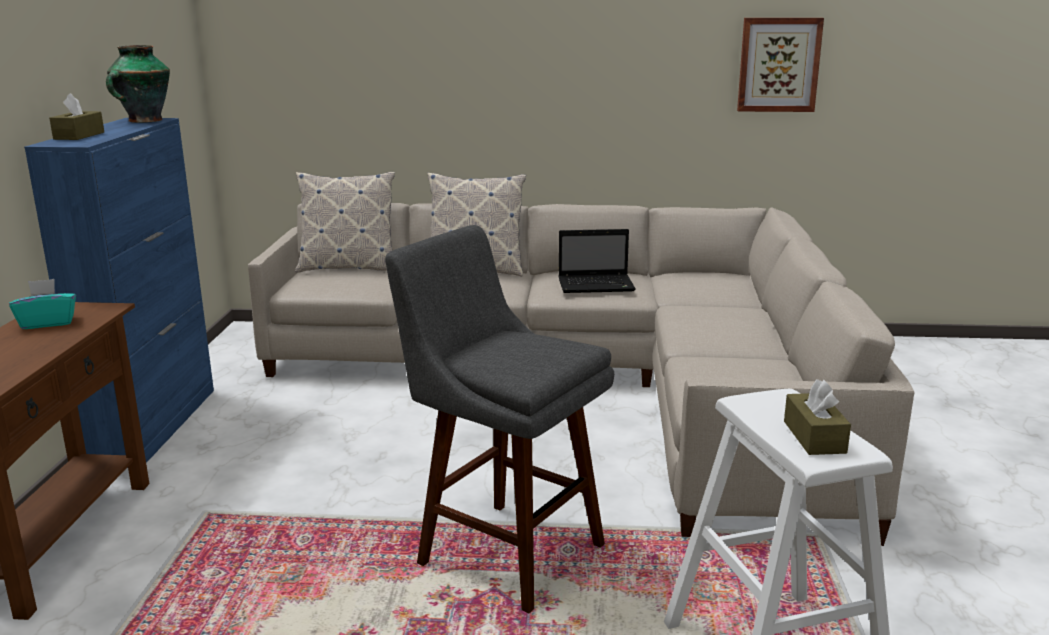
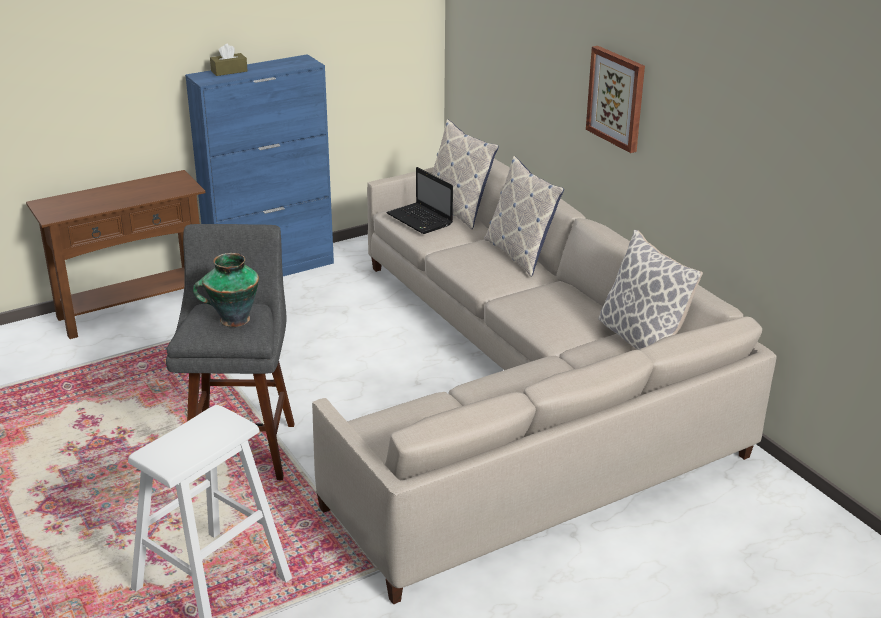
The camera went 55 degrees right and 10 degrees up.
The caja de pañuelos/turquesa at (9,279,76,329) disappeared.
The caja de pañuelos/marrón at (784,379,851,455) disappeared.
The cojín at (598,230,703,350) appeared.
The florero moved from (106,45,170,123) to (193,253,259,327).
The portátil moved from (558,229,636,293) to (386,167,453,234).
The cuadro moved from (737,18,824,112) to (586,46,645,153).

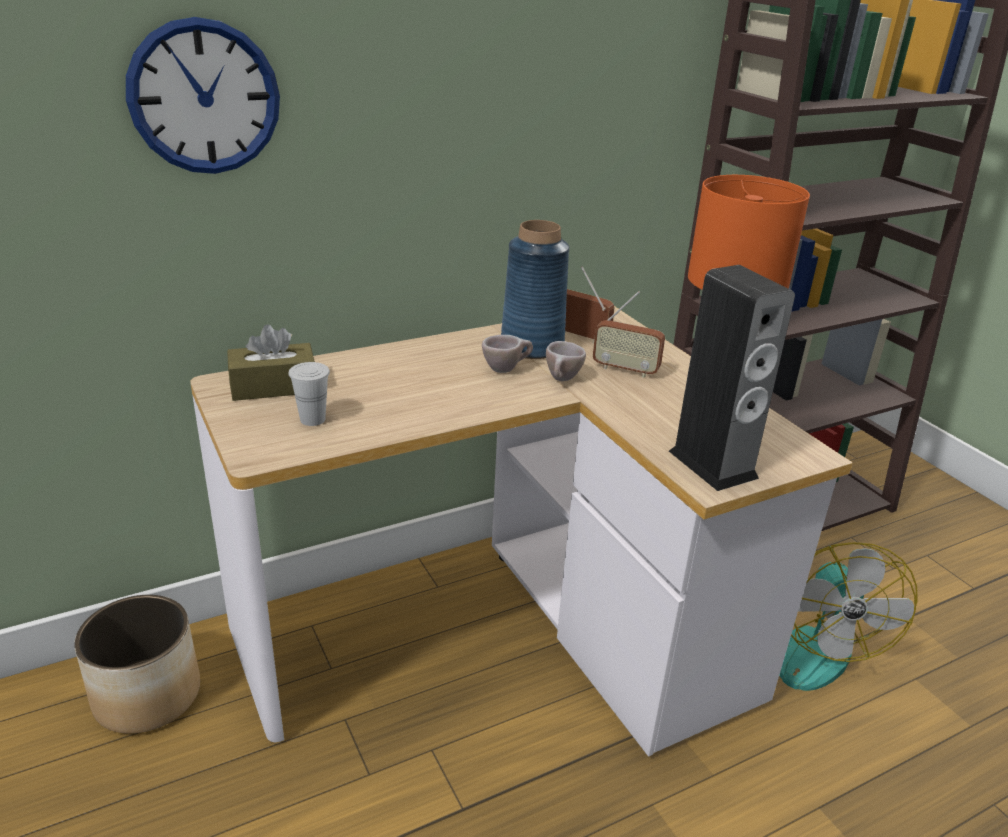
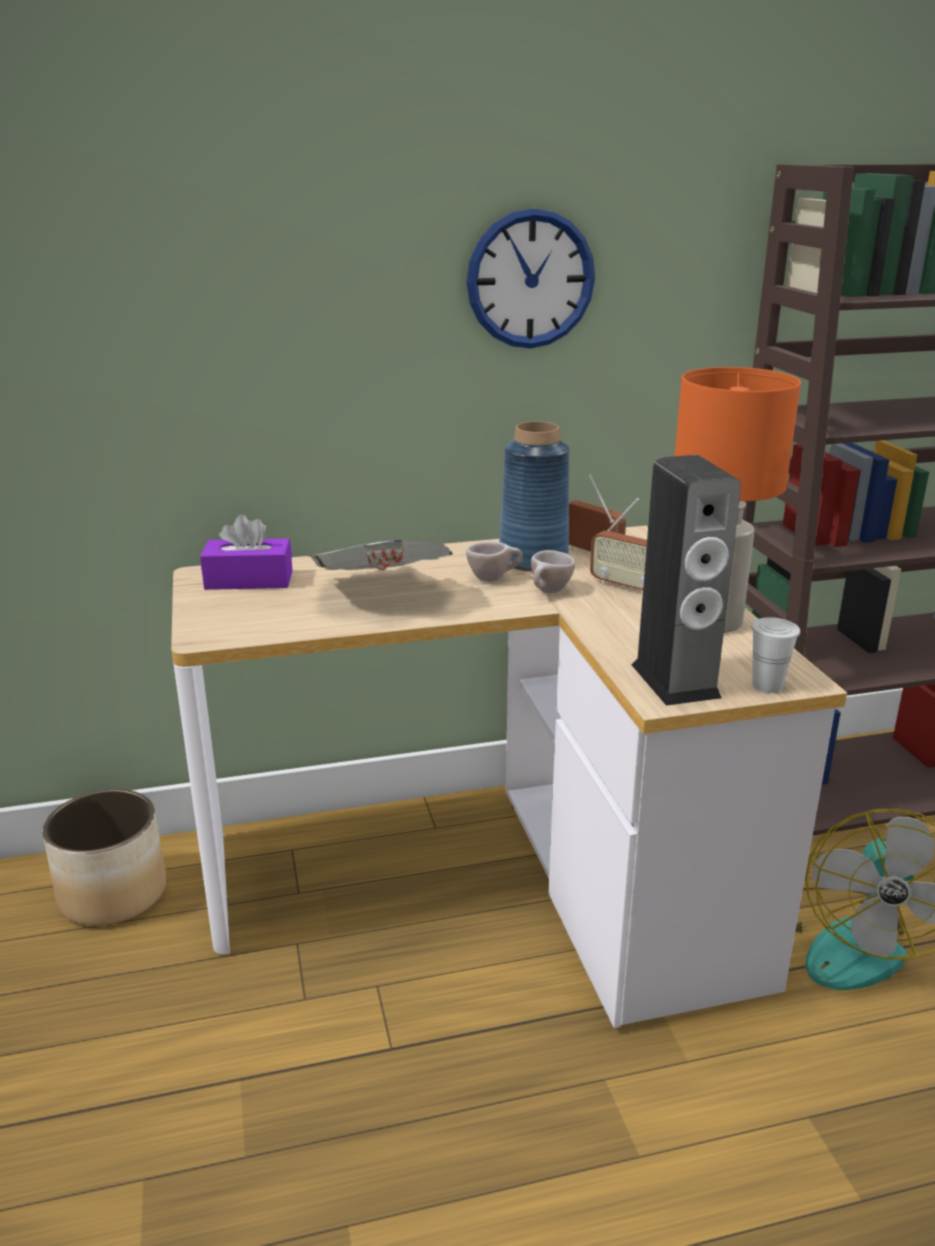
The camera went 15 degrees right and 5 degrees down.
The periódico at (309,539,453,571) appeared.
The reloj de pared moved from (126,17,280,174) to (466,208,595,349).
The taza/blanco moved from (288,362,330,426) to (751,617,800,693).
The caja de pañuelos/marrón at (227,324,315,401) became the caja de pañuelos/morado at (200,514,292,590).

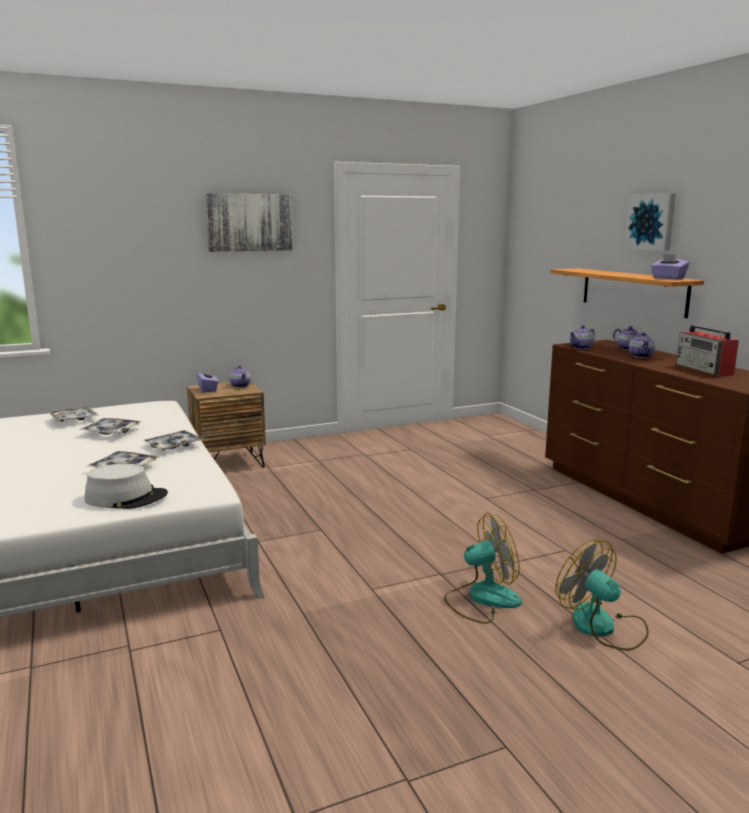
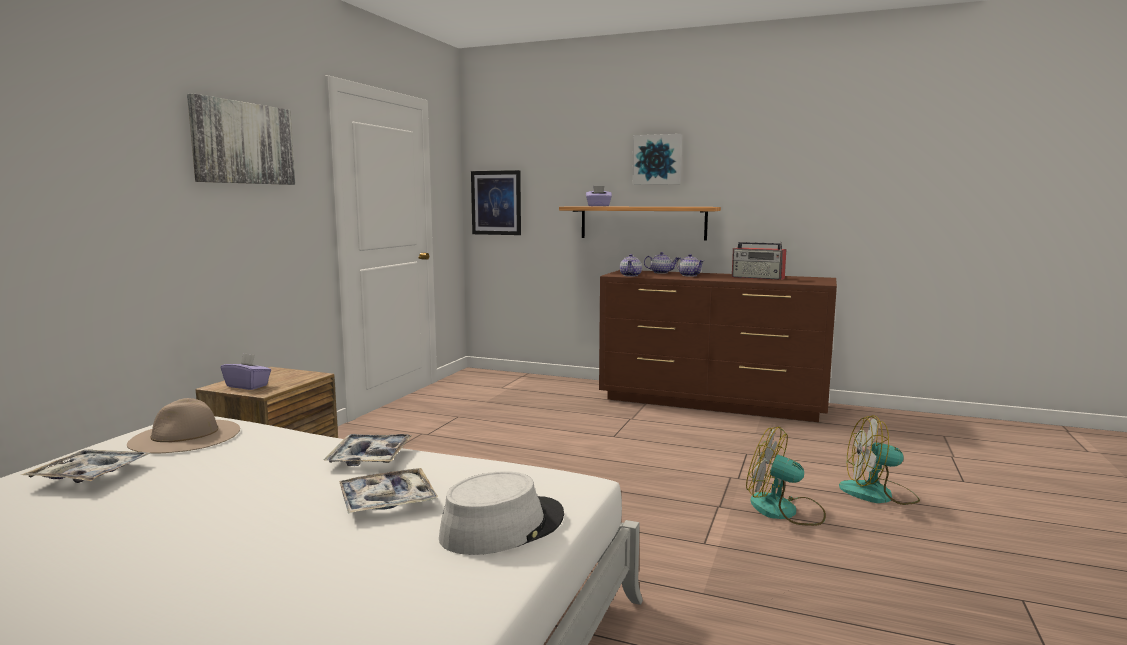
The camera went 45 degrees left and 5 degrees down.
The bandeja at (79,418,142,435) disappeared.
The tetera at (229,365,251,388) disappeared.
The sombrero/beis at (127,398,240,454) appeared.
The cuadro at (471,170,521,235) appeared.
The caja de pañuelos/morado moved from (651,254,689,279) to (586,186,612,206).
The ventilador at (444,513,522,624) turned 90 degrees counterclockwise.

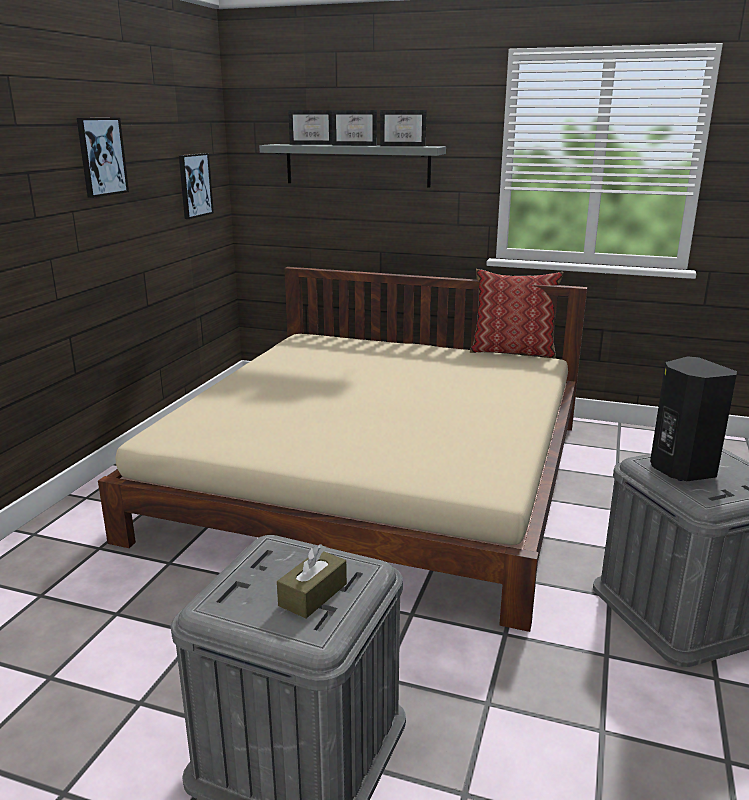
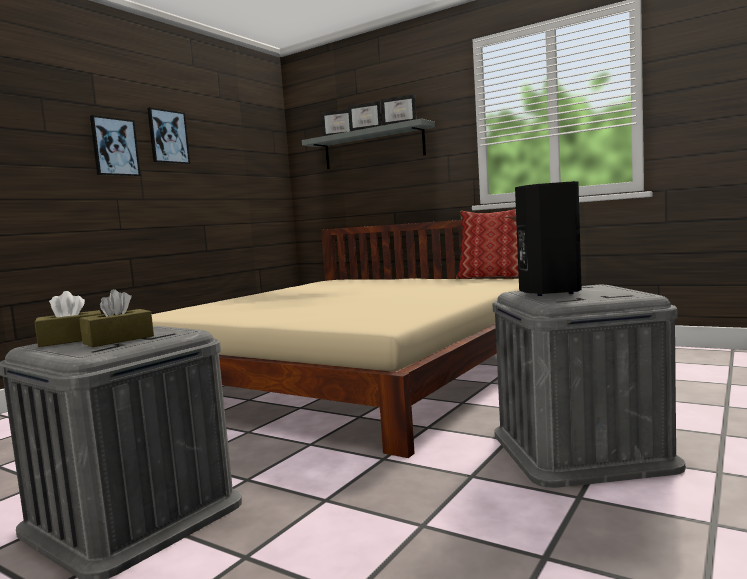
The camera went 15 degrees right and 15 degrees down.
The caja de pañuelos/marrón at (35,291,101,347) appeared.
The cuadro moved from (179,153,214,219) to (90,115,141,177).

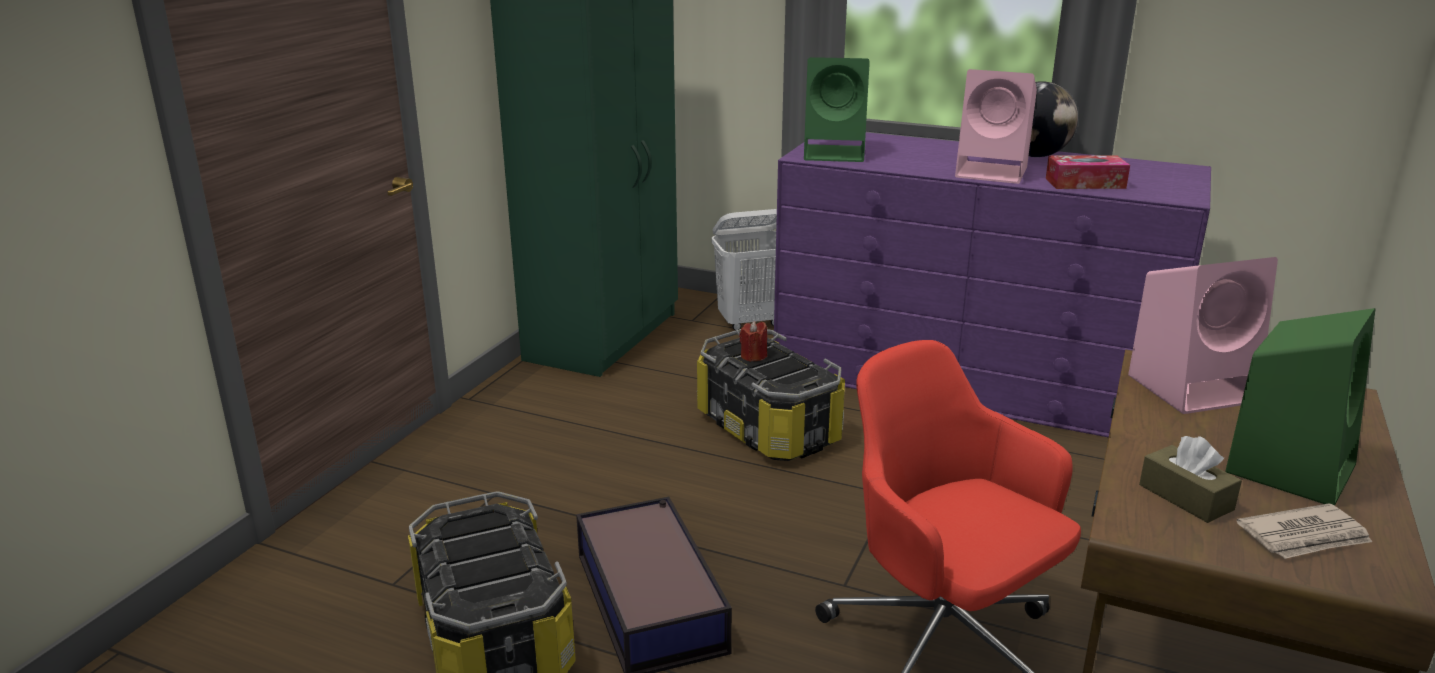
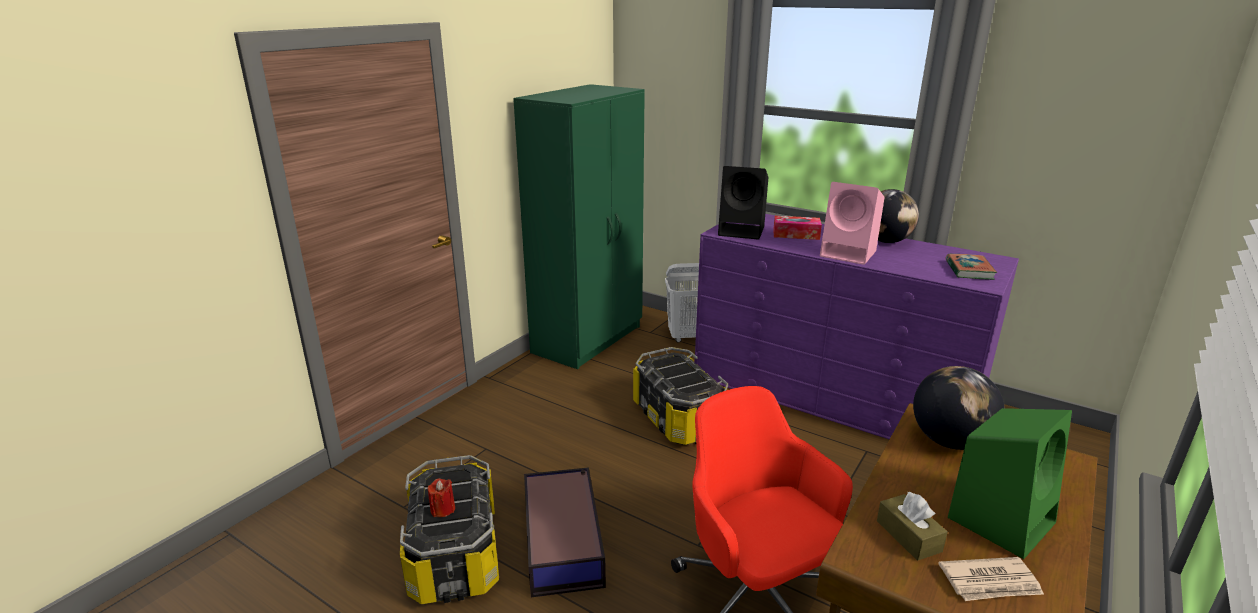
The camera went 10 degrees right and 0 degrees up.
The libro at (945,254,997,280) appeared.
The vela/rojo moved from (739,321,767,362) to (428,478,455,517).
The caja de pañuelos moved from (1046,155,1130,189) to (773,216,822,240).
The altavoz/rosa at (1128,257,1278,414) was replaced by the globo terráqueo at (913,366,1005,450).
The altavoz/verde at (804,57,870,162) became the altavoz/negro at (718,166,768,240).

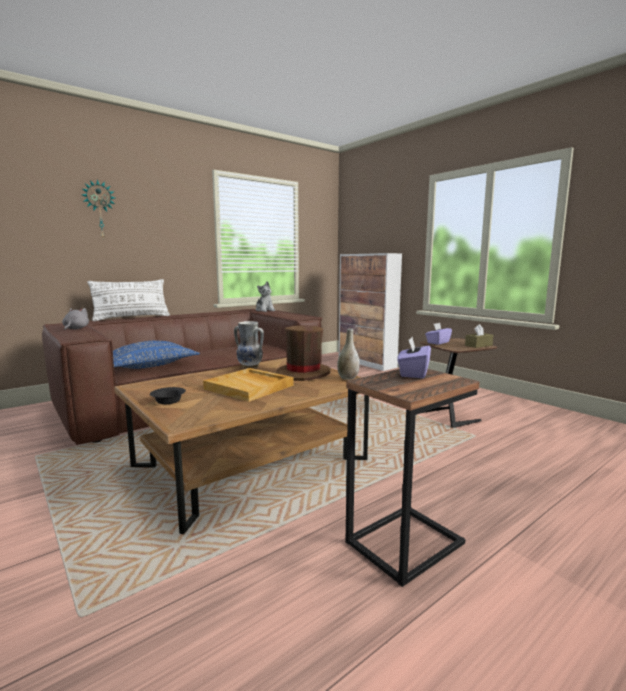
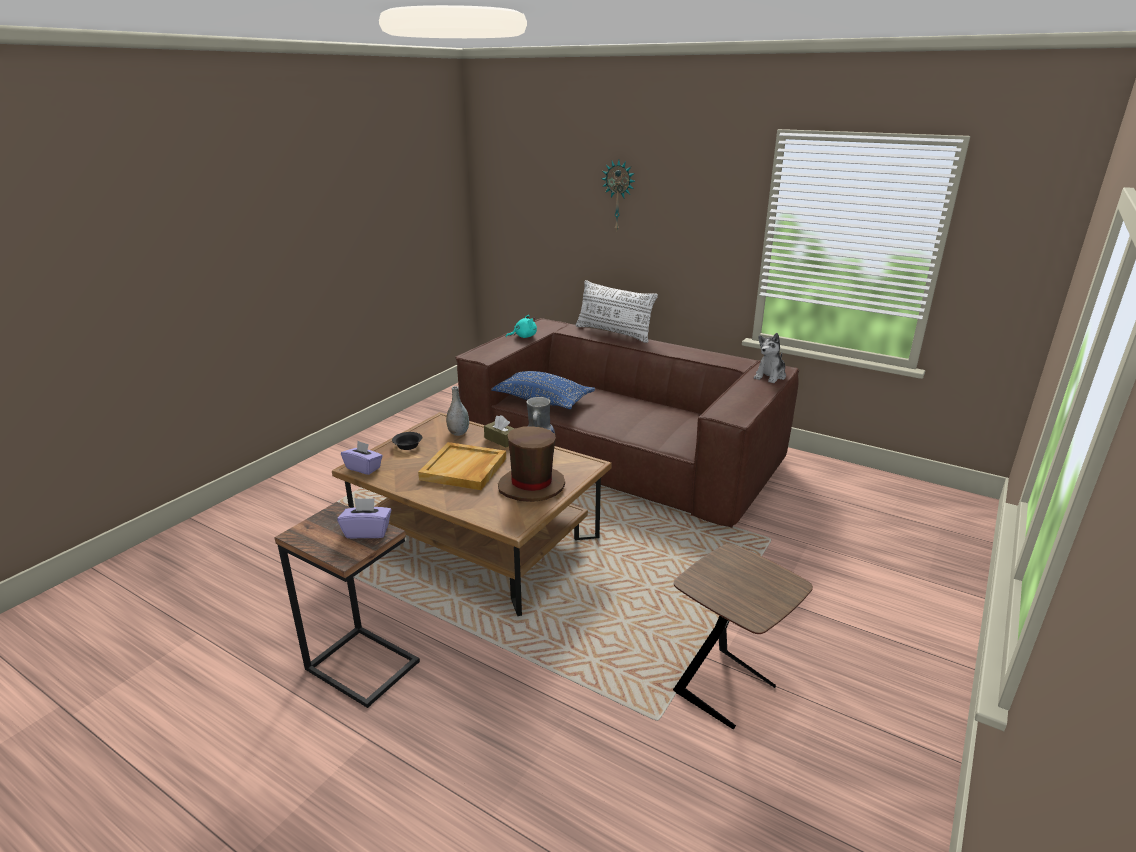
The camera went 70 degrees right and 15 degrees up.
The armario at (339,253,402,371) disappeared.
The florero/gris moved from (337,329,360,380) to (446,386,469,436).
The caja de pañuelos/morado moved from (425,323,452,345) to (341,441,383,475).
The caja de pañuelos/marrón moved from (465,324,493,348) to (484,415,515,448).
The peluche/gris at (62,308,89,330) became the peluche/turquesa at (505,315,537,338).

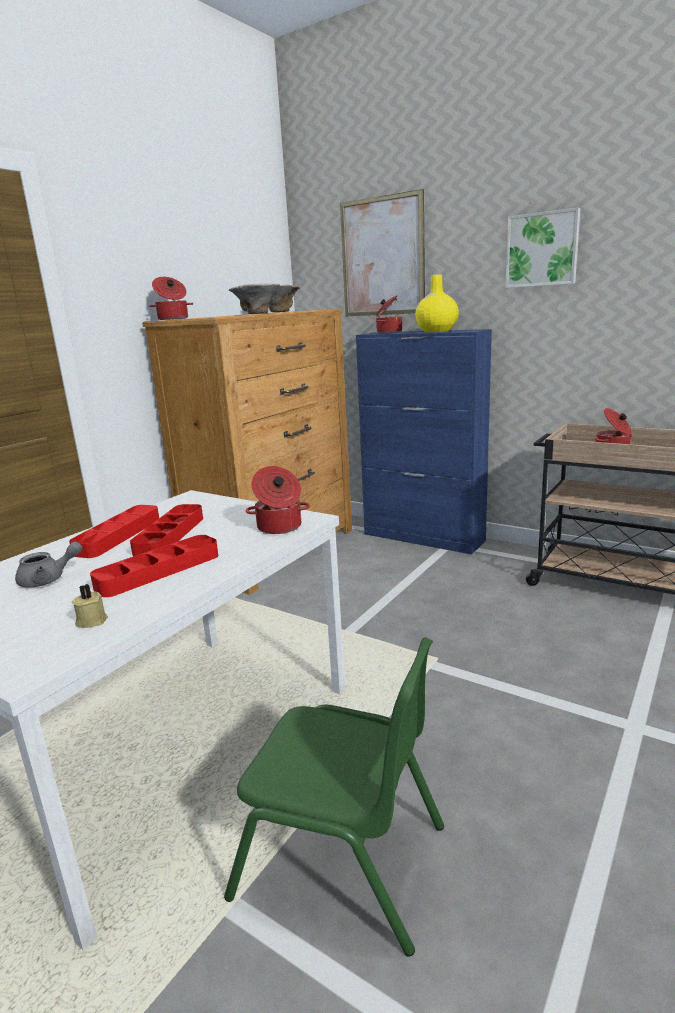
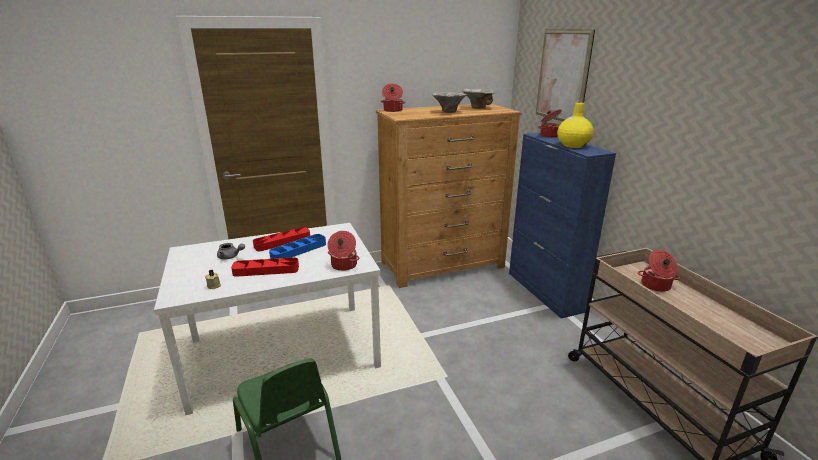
The camera went 35 degrees right and 5 degrees up.
The cuadro at (506,207,581,288) disappeared.
The bandeja/rojo at (130,504,203,556) became the bandeja/azul at (269,234,326,259).

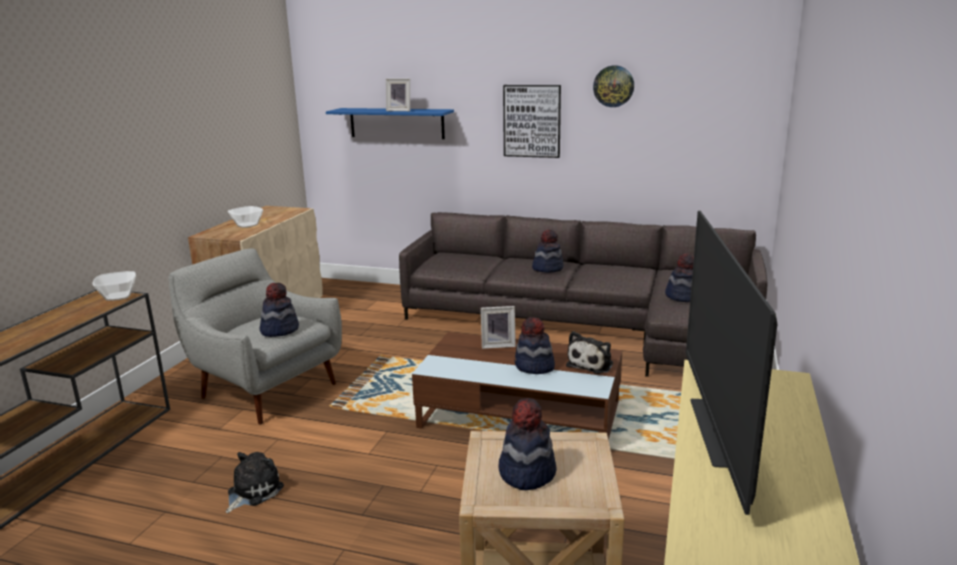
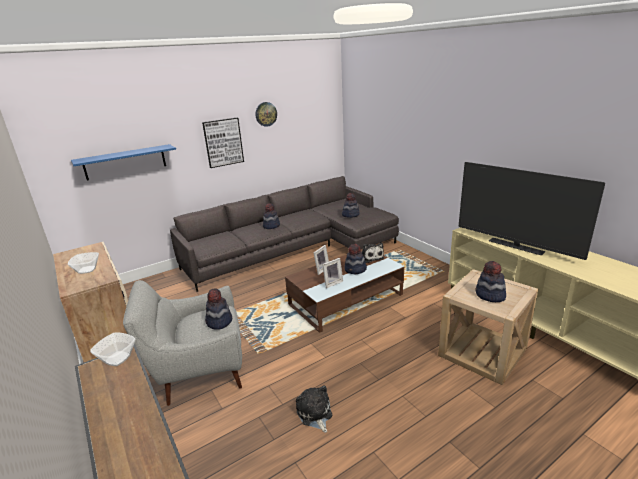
The camera went 50 degrees left and 5 degrees up.
The portarretratos moved from (386,79,410,111) to (322,258,343,288).

